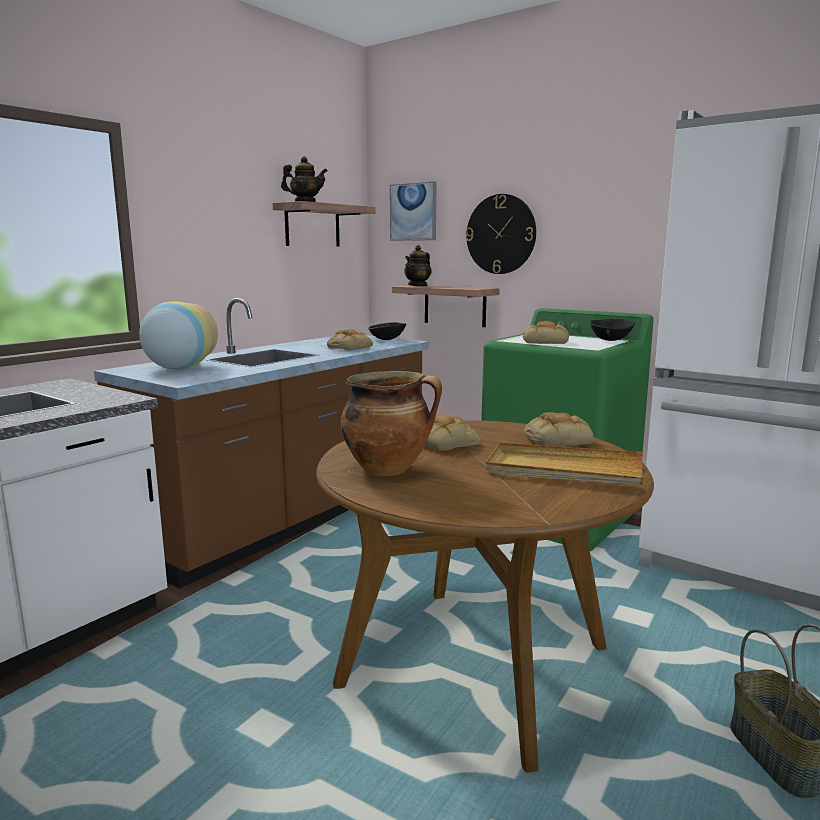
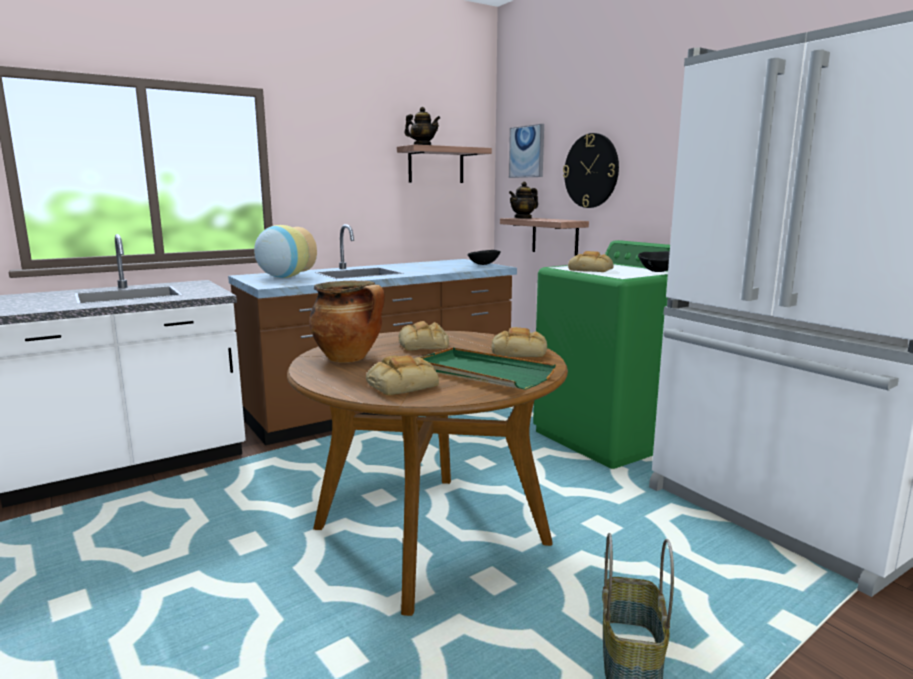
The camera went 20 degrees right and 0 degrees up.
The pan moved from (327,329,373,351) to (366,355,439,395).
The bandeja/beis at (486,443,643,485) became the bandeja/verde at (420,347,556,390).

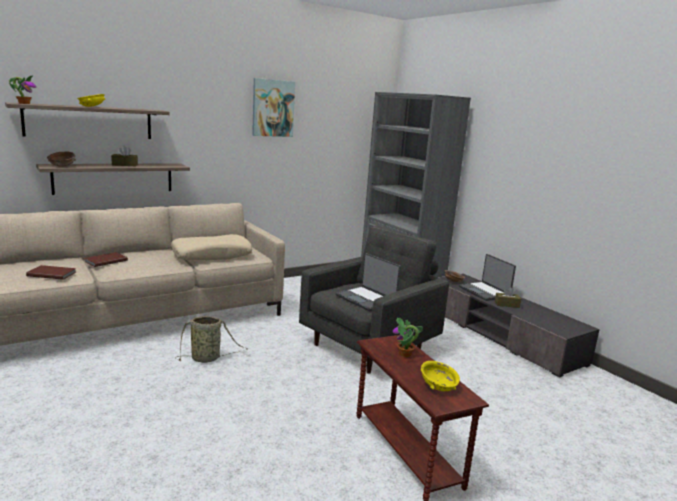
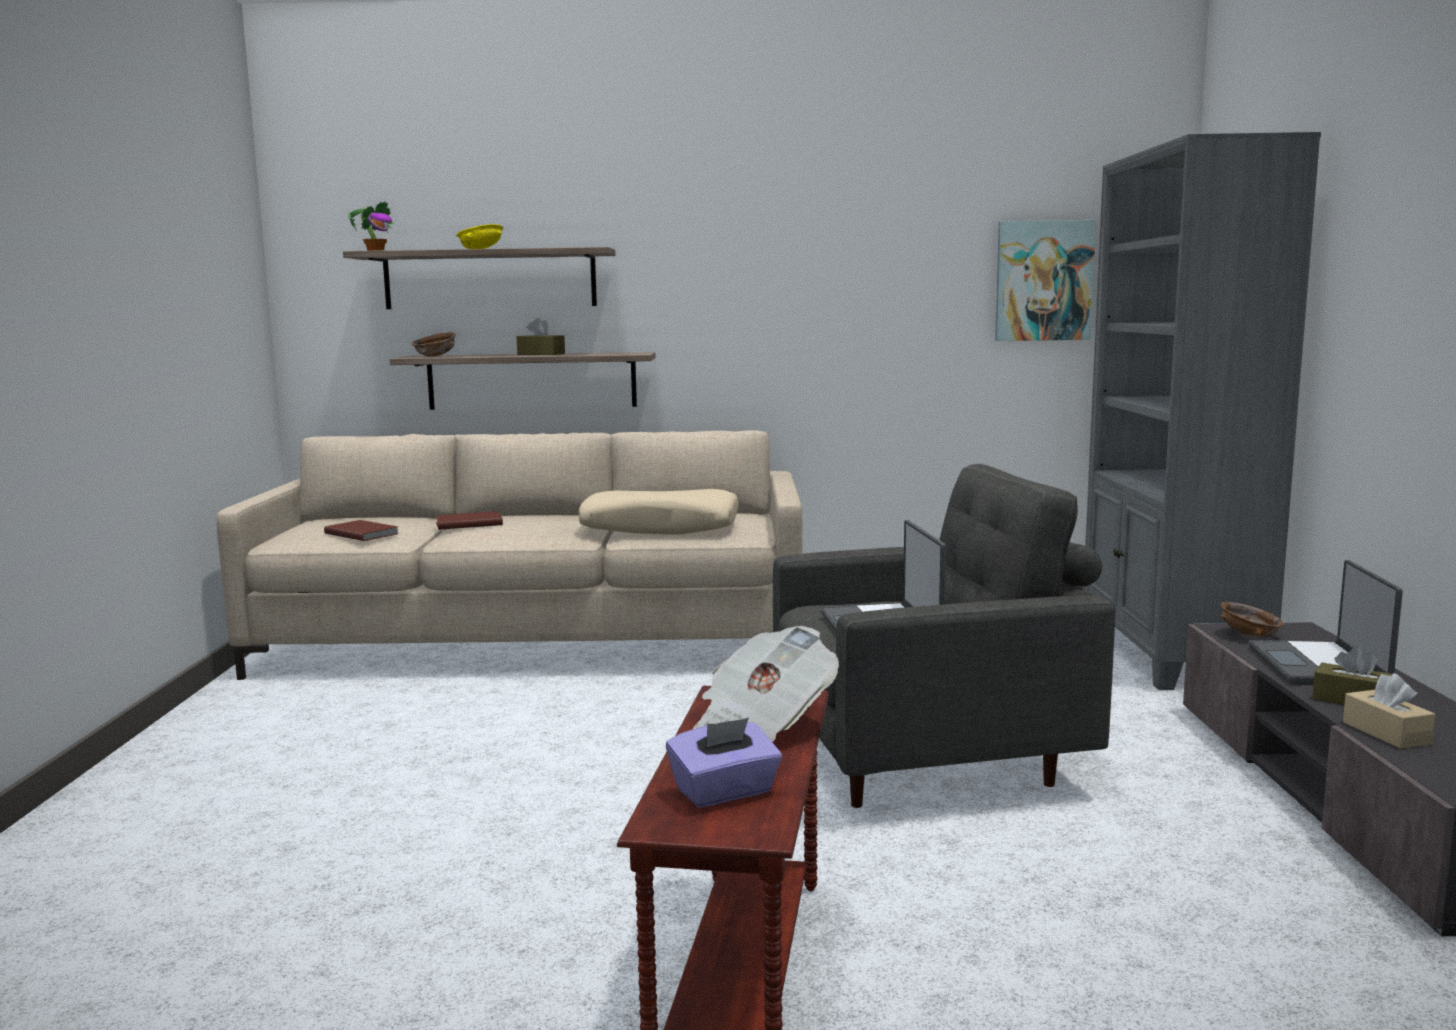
The camera went 35 degrees right and 5 degrees down.
The cesta at (175,316,248,363) disappeared.
The caja de pañuelos/beis at (1343,673,1436,749) appeared.
The cuadro moved from (252,78,295,137) to (995,220,1096,341).
The planta en maceta at (393,318,423,357) was replaced by the periódico at (693,626,839,742).
The cuenco/amarillo at (421,361,460,391) was replaced by the caja de pañuelos/morado at (666,718,782,808).

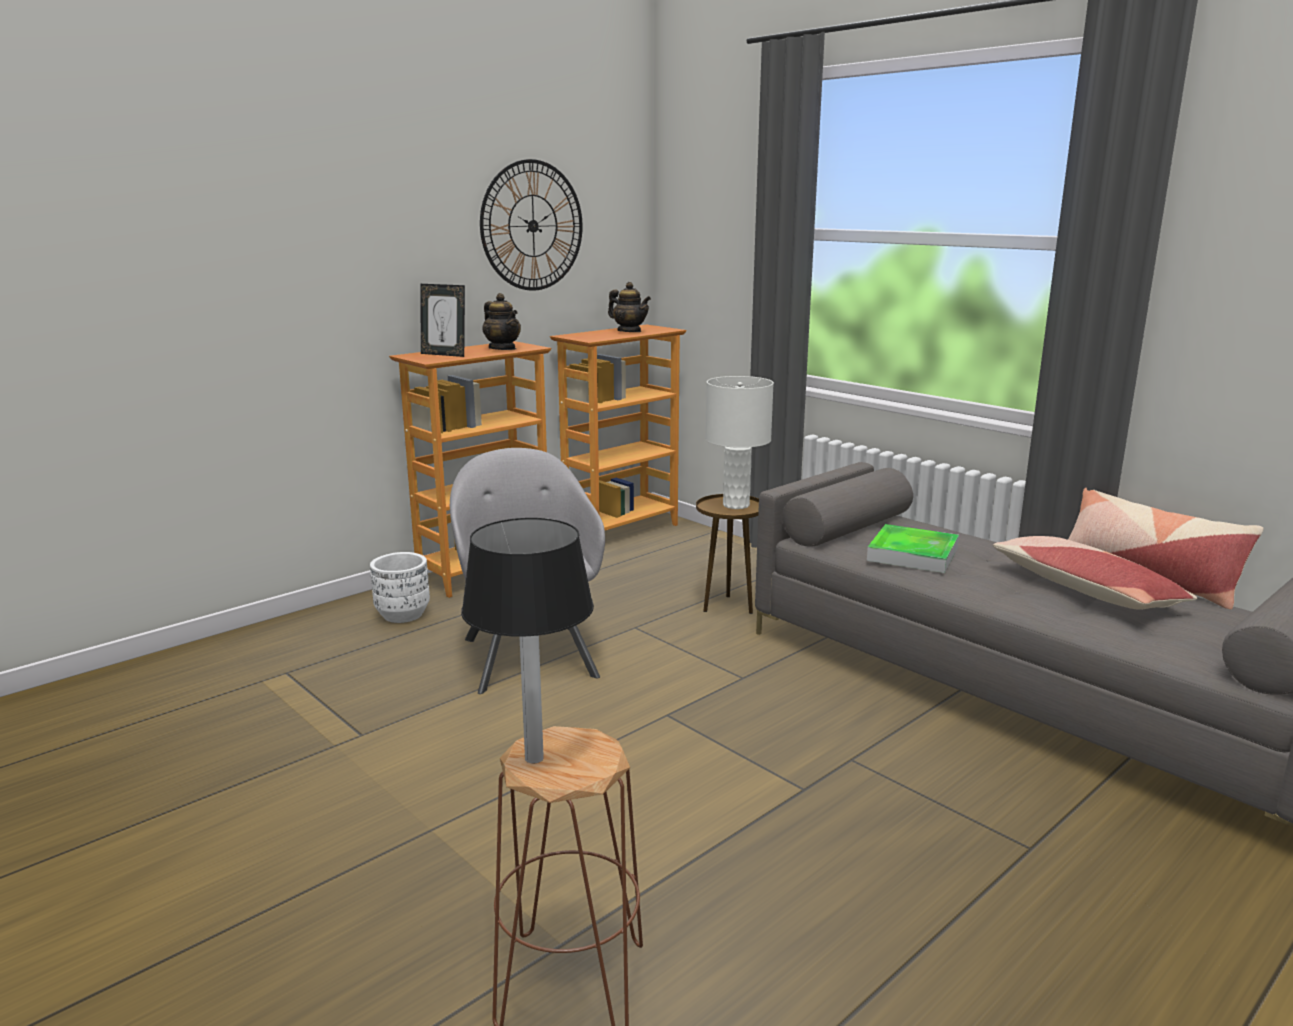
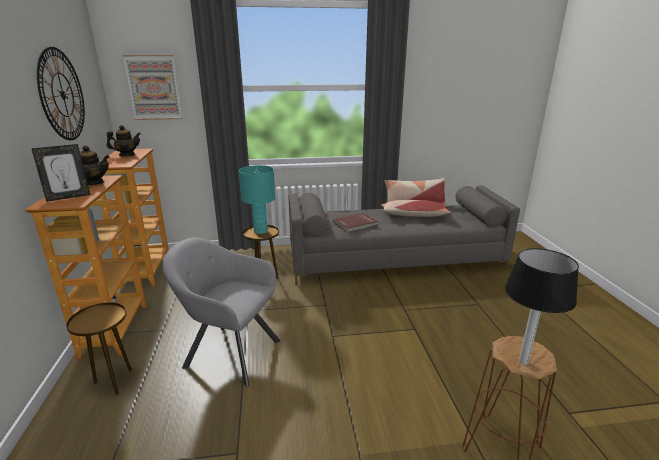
The camera went 55 degrees left and 5 degrees up.
The cuadro at (123,55,182,120) appeared.
The maceta/blanco at (370,552,430,623) was replaced by the mesa auxiliar/marrón at (66,302,132,395).
The bandeja at (867,524,959,573) was replaced by the libro/rojo at (333,213,378,232).
The lámpara de mesa/blanco at (705,376,774,509) became the lámpara de mesa/turquesa at (239,165,275,234).

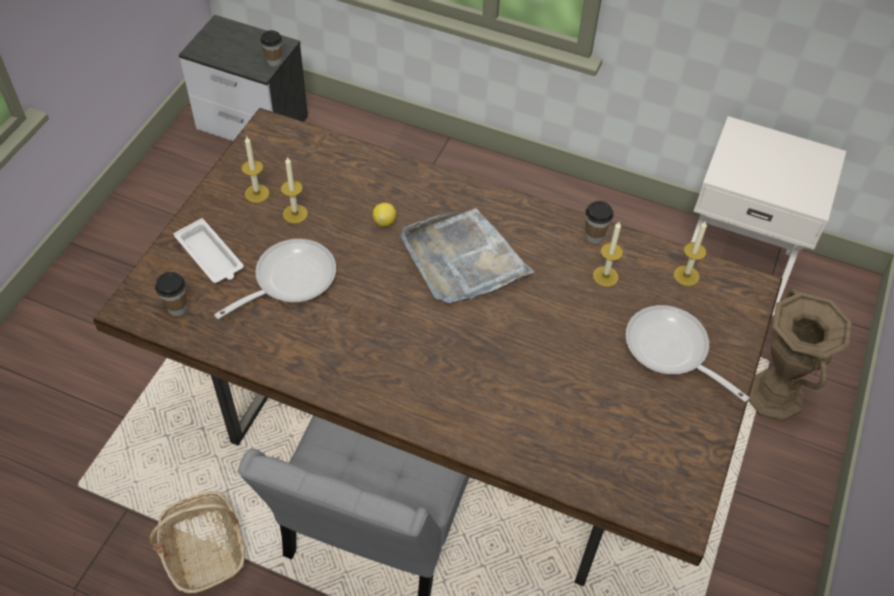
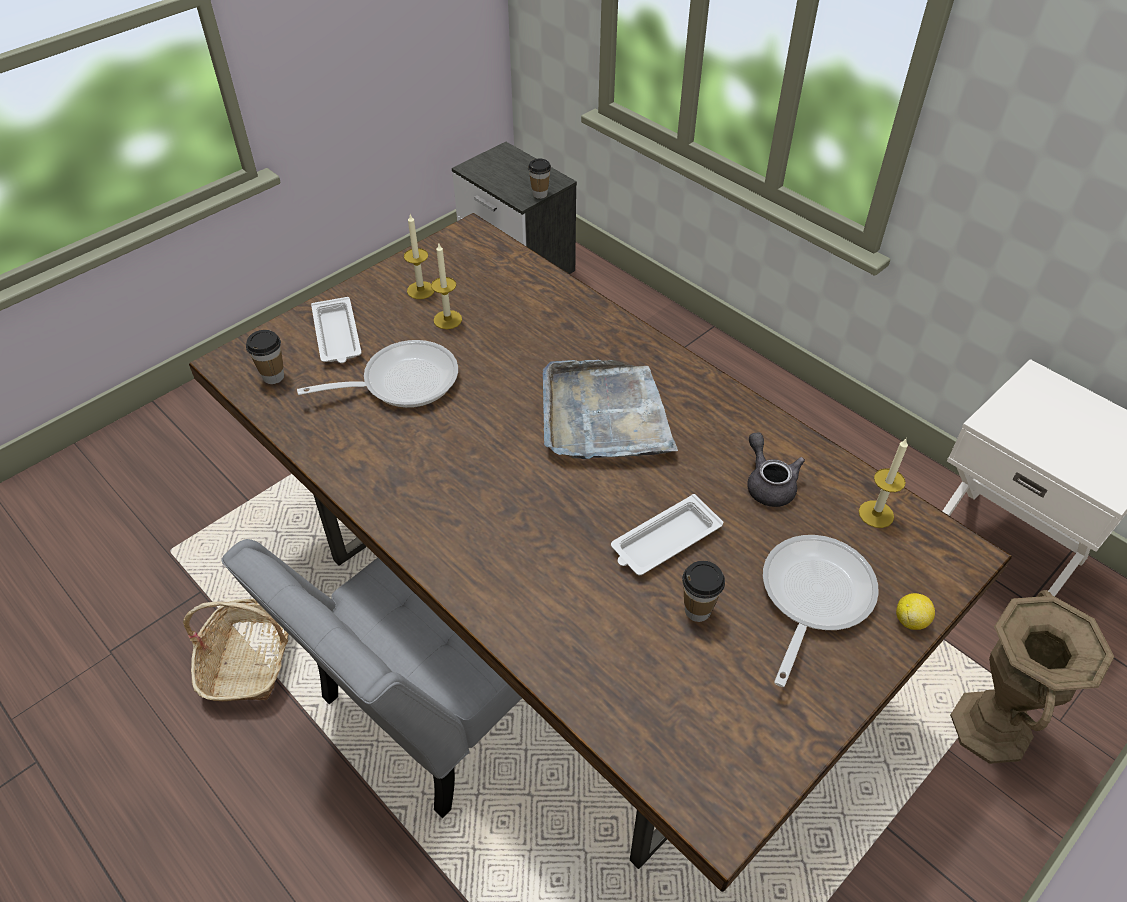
The camera went 25 degrees right and 5 degrees down.
The bandeja/blanco at (611,494,723,576) appeared.
The limón moved from (373,203,396,227) to (896,593,935,630).
The taza moved from (585,201,614,244) to (682,561,725,622).
The vela at (593,222,623,287) was replaced by the tetera/gris at (747,432,805,507).
The sartén at (625,305,749,402) turned 45 degrees clockwise.

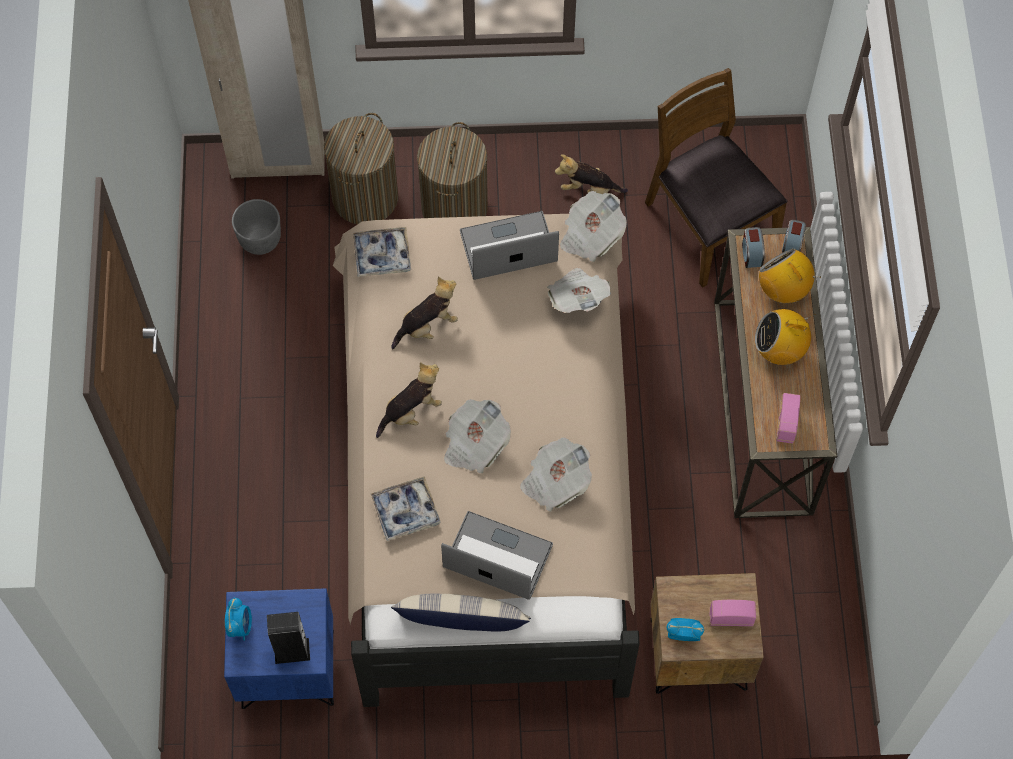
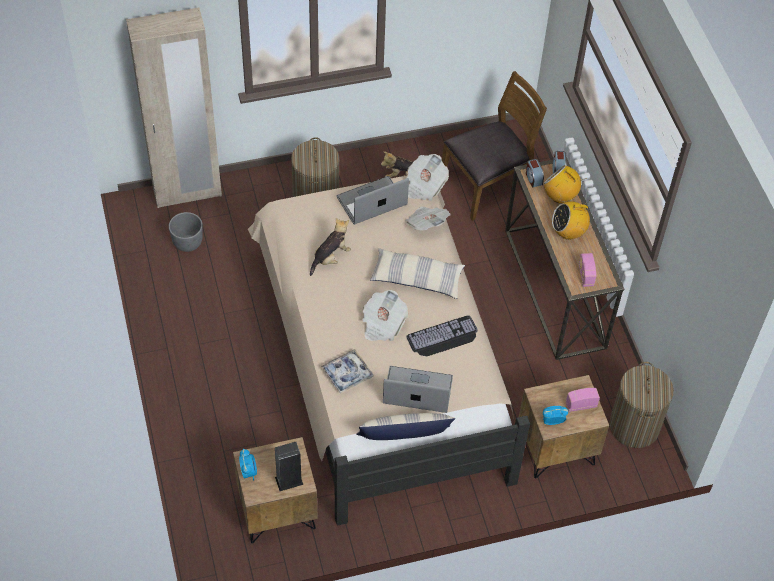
The camera went 15 degrees left and 10 degrees down.
The bandeja at (353,227,411,277) disappeared.
The peluche at (376,362,442,438) disappeared.
The cojín at (370,248,465,299) appeared.
The cesto de la ropa moved from (324,113,398,224) to (609,362,674,448).
The periódico at (520,438,592,512) was replaced by the teclado at (407,316,478,356).
The mesita de noche/azul at (224,588,334,709) became the mesita de noche/marrón at (233,437,318,543).
The silla/marrón at (645,68,788,288) turned 105 degrees clockwise.

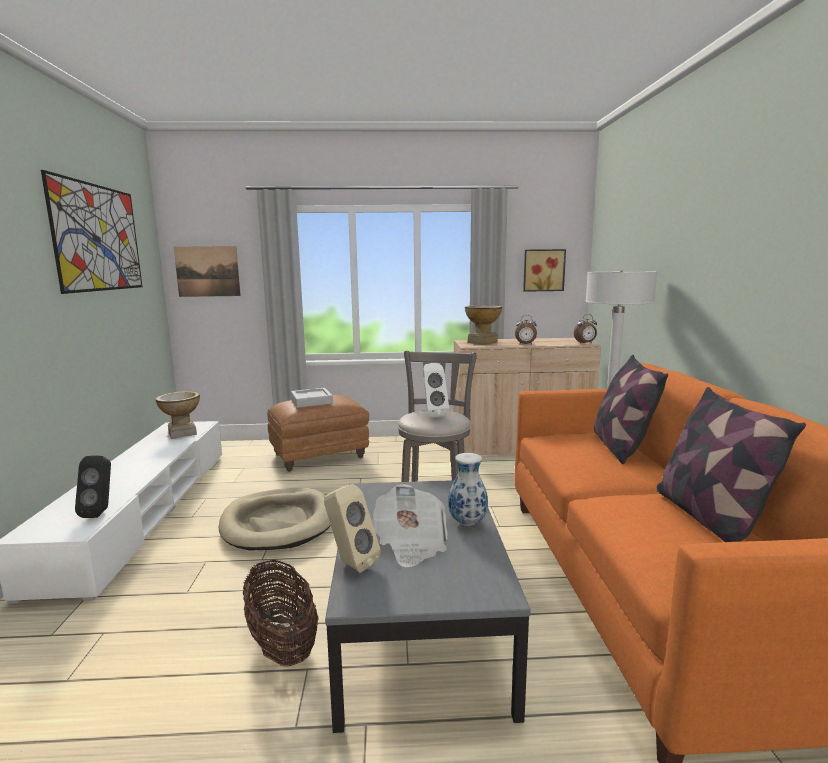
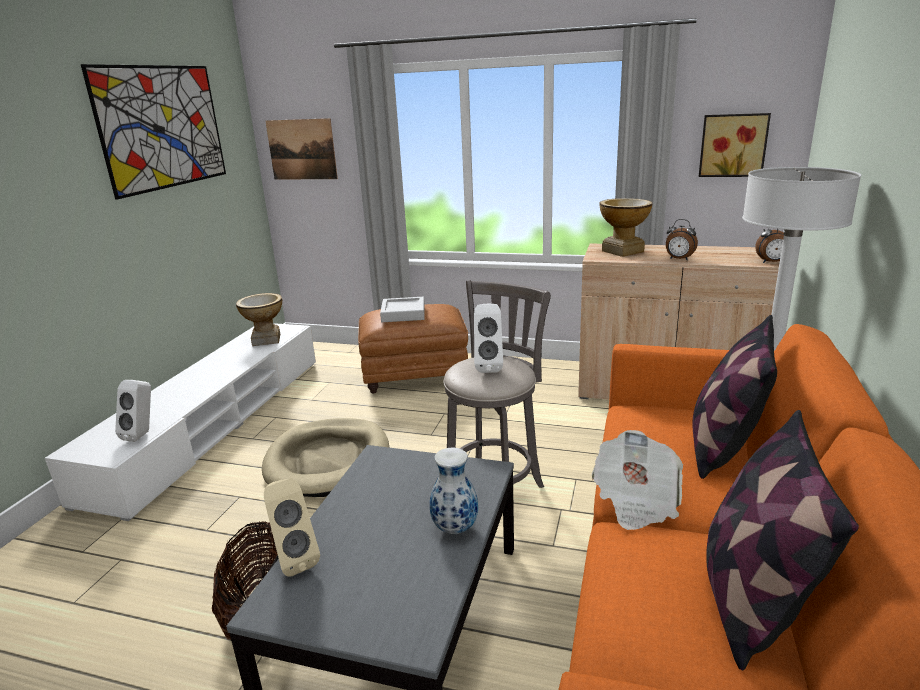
The camera went 20 degrees right and 10 degrees up.
The periódico moved from (372,484,447,568) to (591,430,683,530).
The altavoz/negro at (75,455,111,518) became the altavoz/blanco at (115,380,151,442).

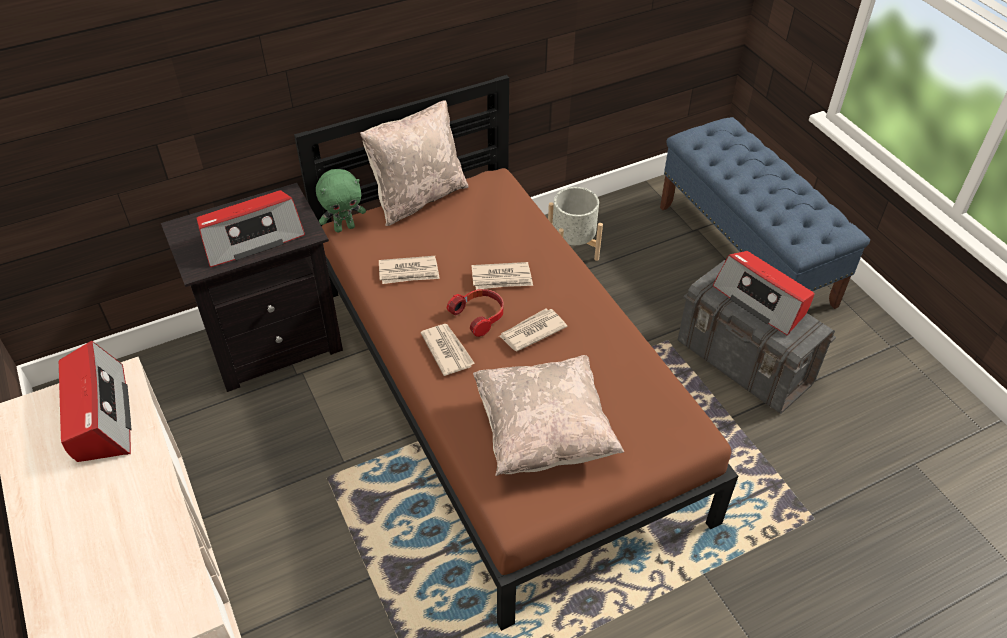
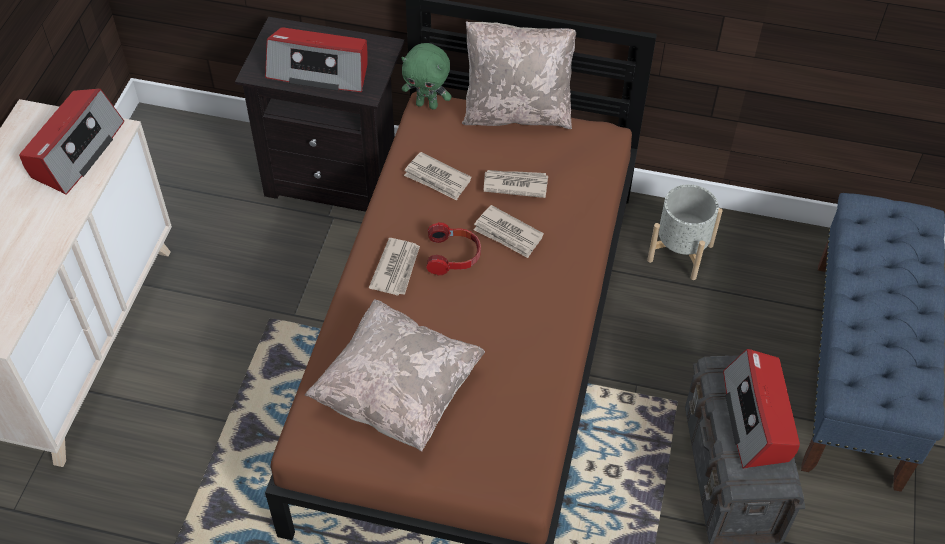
The camera went 40 degrees right and 5 degrees up.
The periódico moved from (499,308,567,351) to (483,170,548,198).

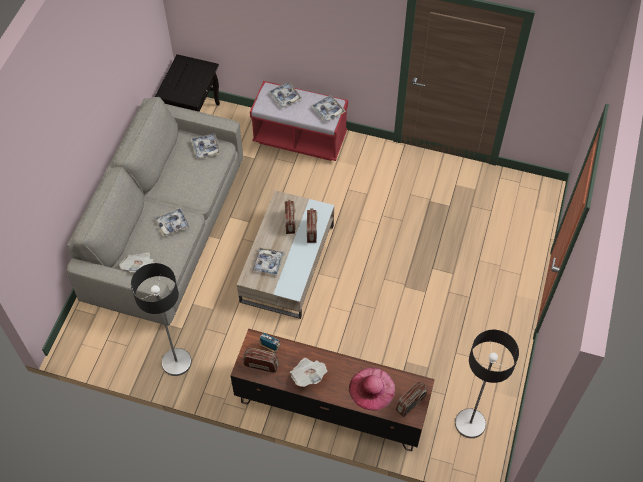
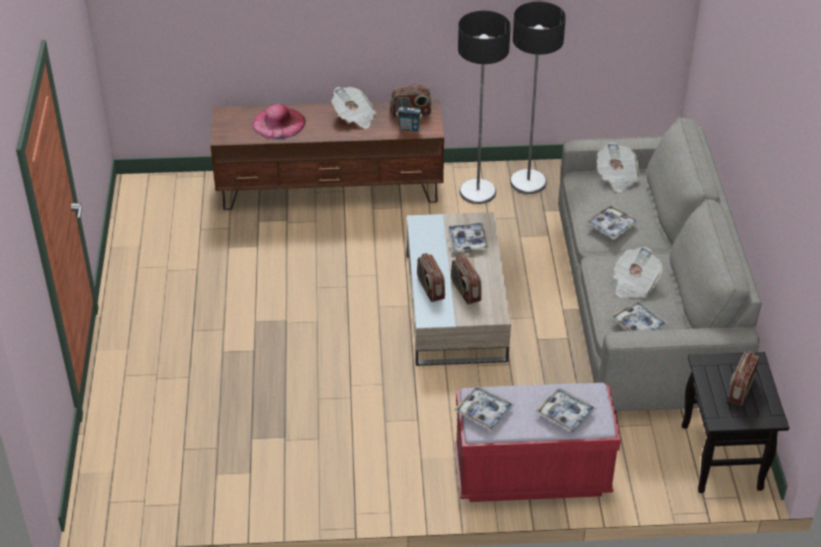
The camera went 160 degrees right and 15 degrees down.
The periódico at (613,247,663,298) appeared.
The radio moved from (395,381,427,417) to (727,351,759,406).
The lámpara de pie moved from (455,330,519,438) to (458,11,511,204).

